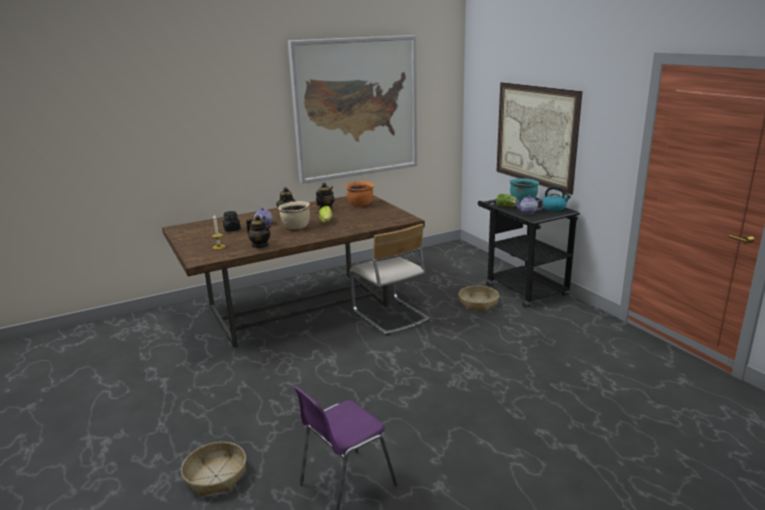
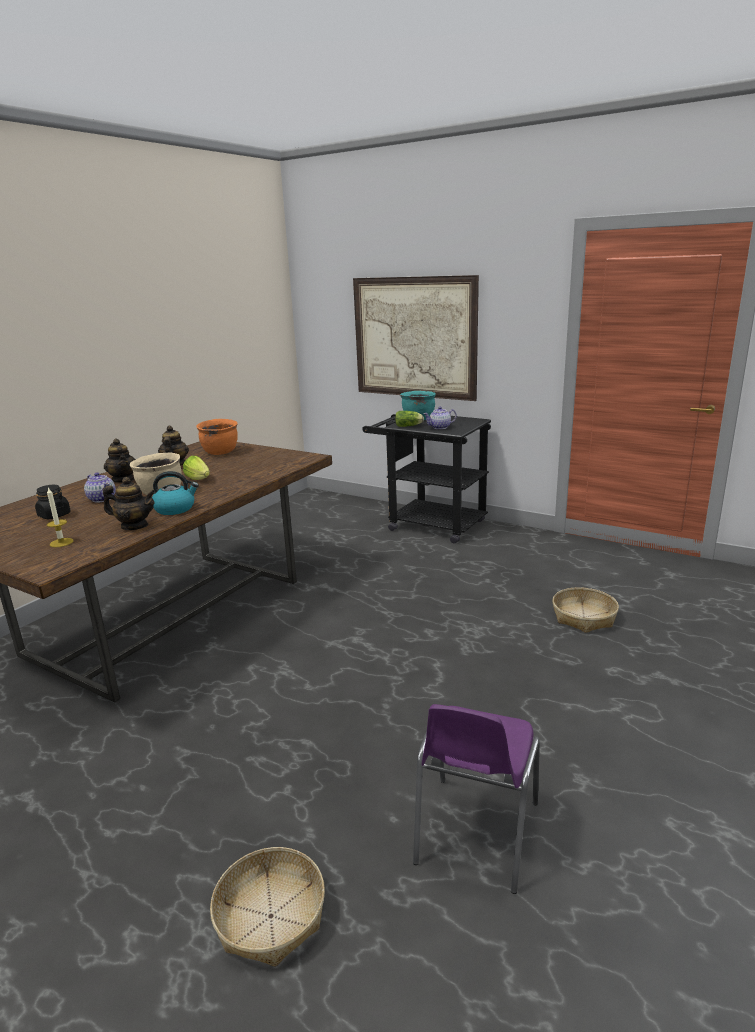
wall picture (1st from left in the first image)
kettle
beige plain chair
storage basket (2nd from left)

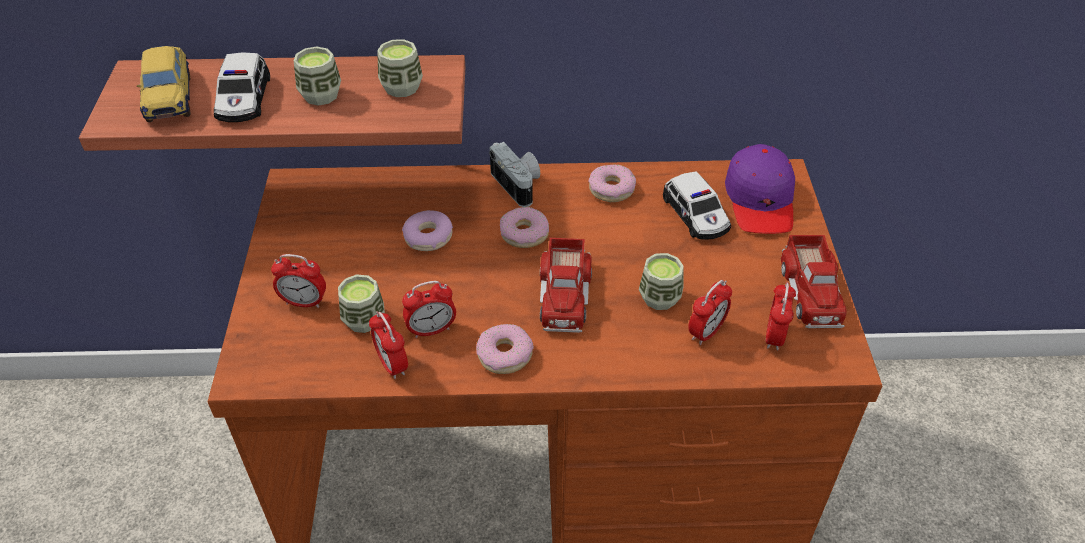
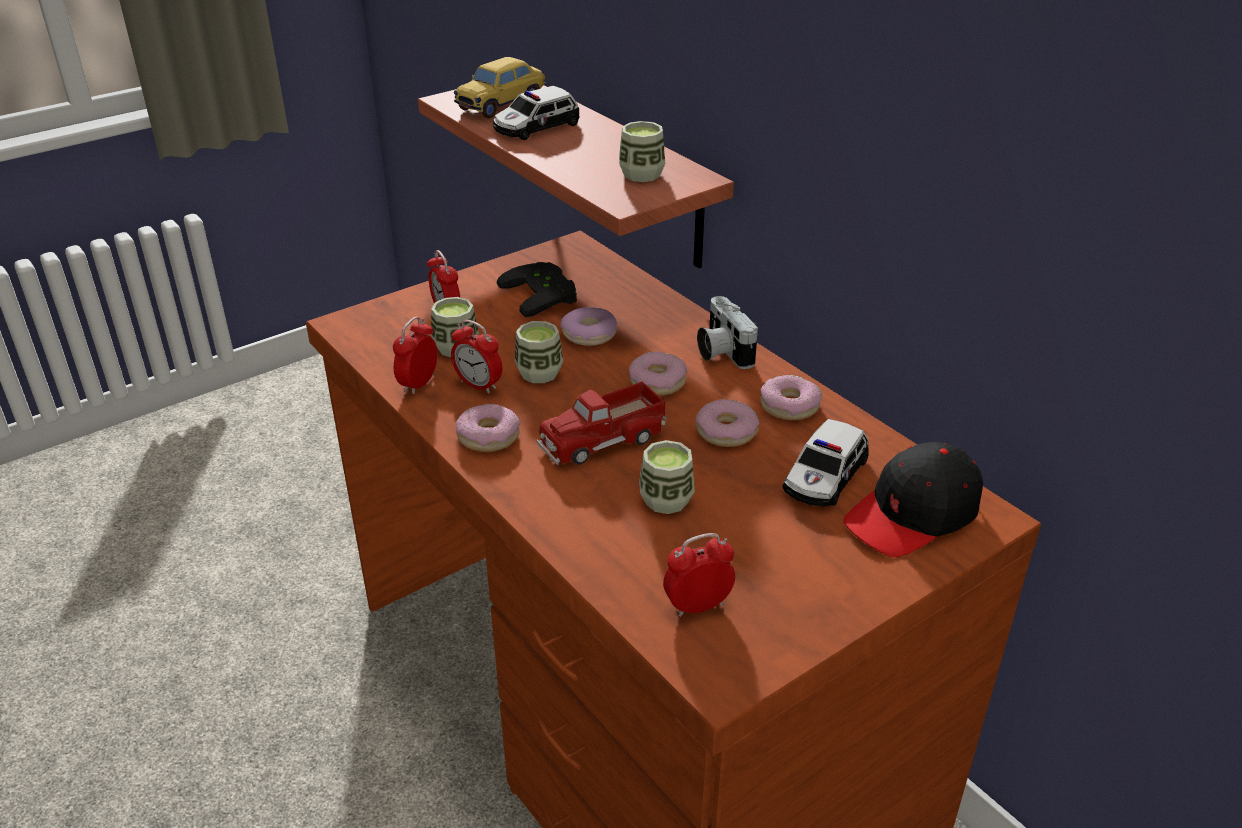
small cup (2nd from left)
still camera
blackish cap
model truck (2nd from left in the first image)
table clock (4th from left in the first image)
blackish game controller
donut (4th from left)

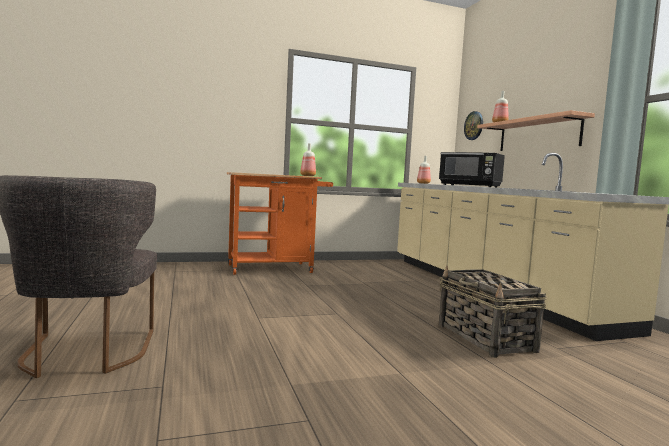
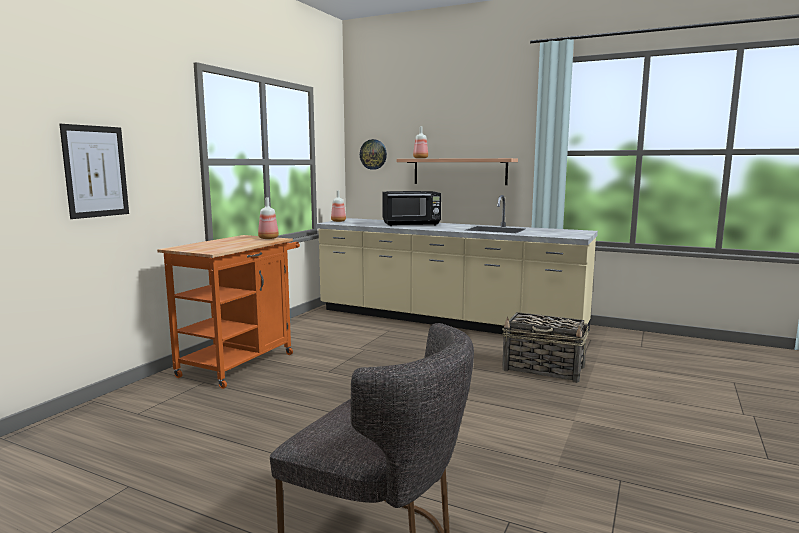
wall picture

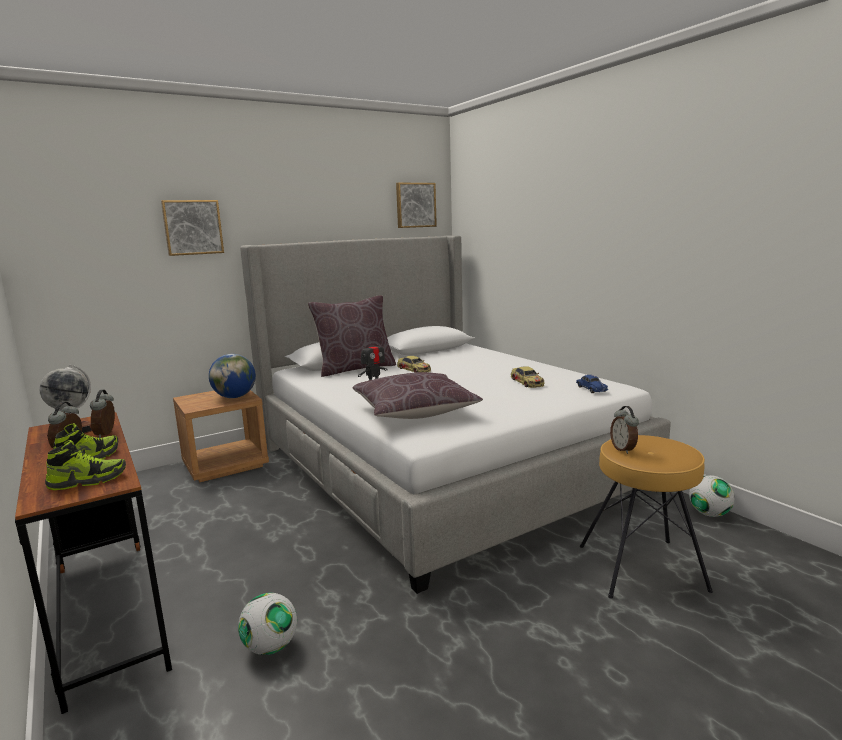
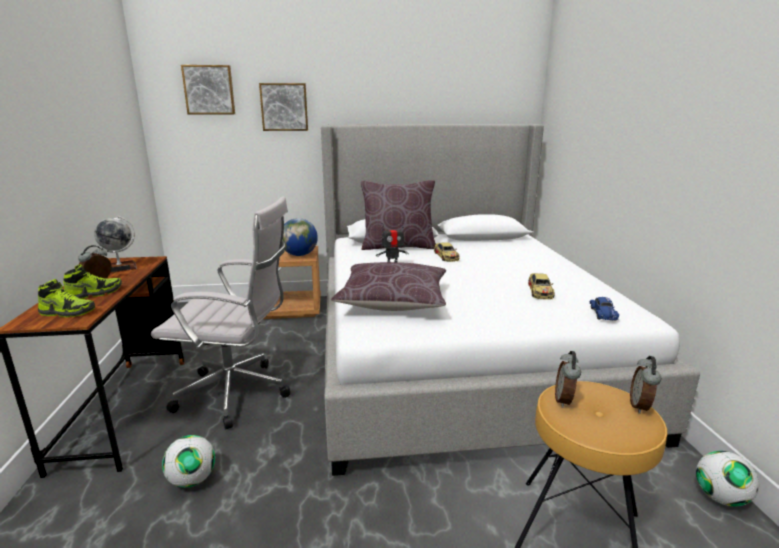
wall picture (1st from left)
table clock (3rd from left)
whitish desk chair

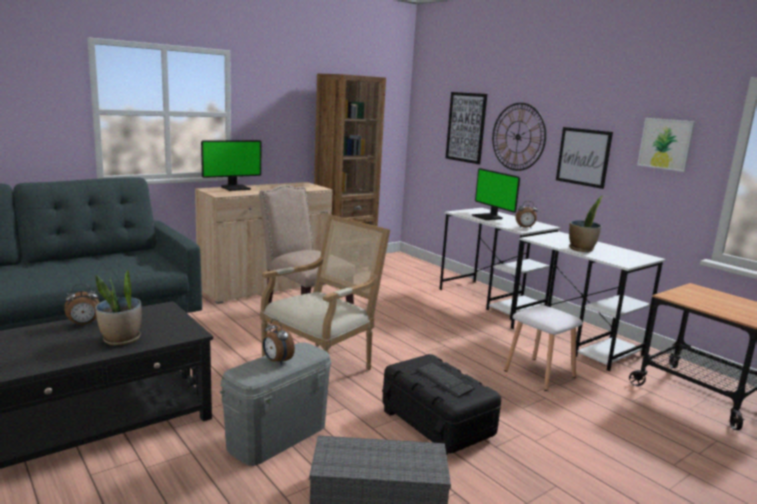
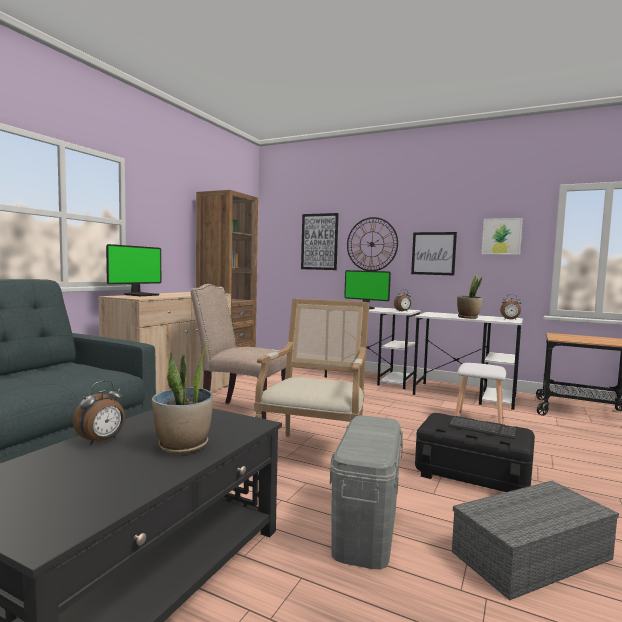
table clock (3rd from left)

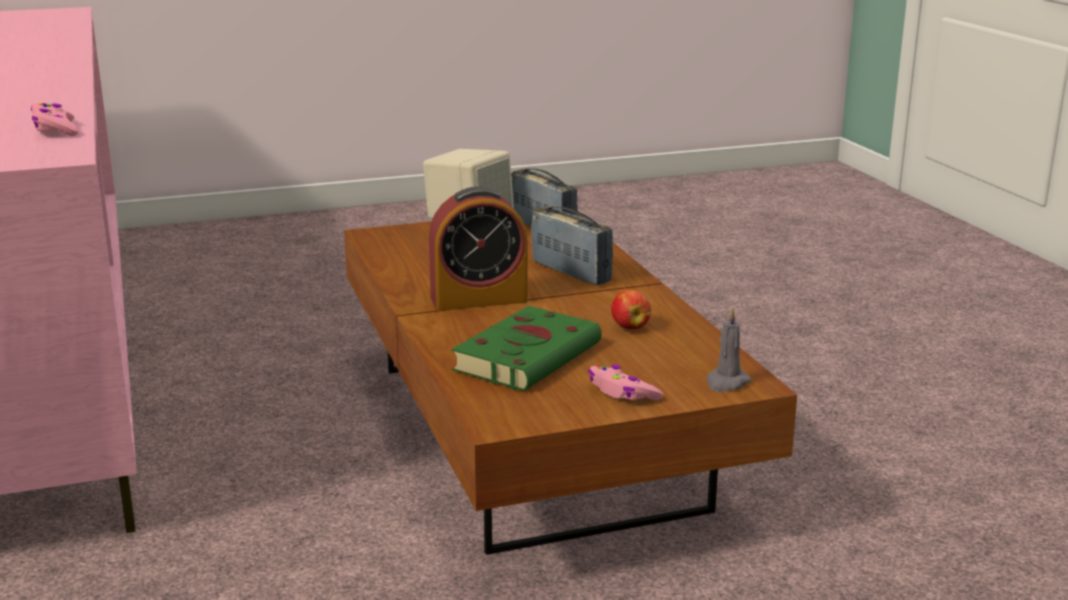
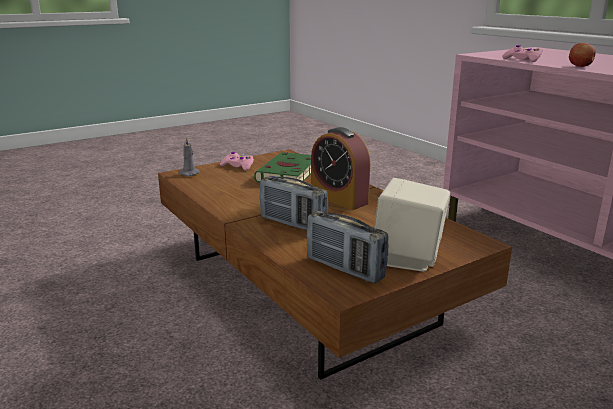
table clock
apple fruit

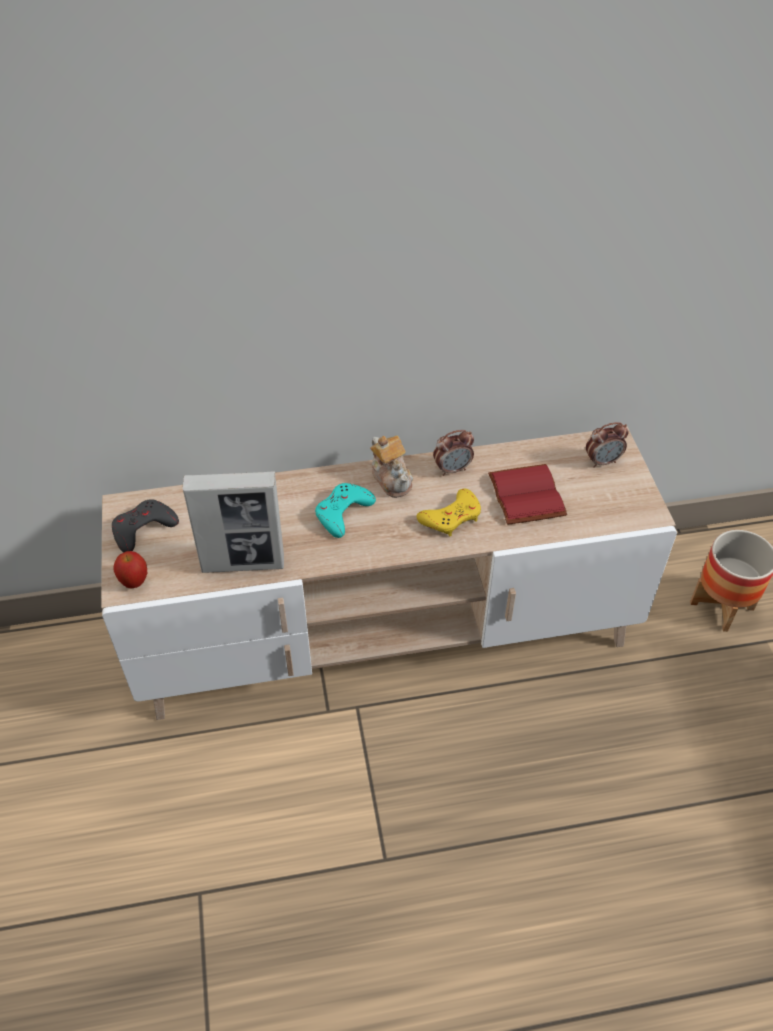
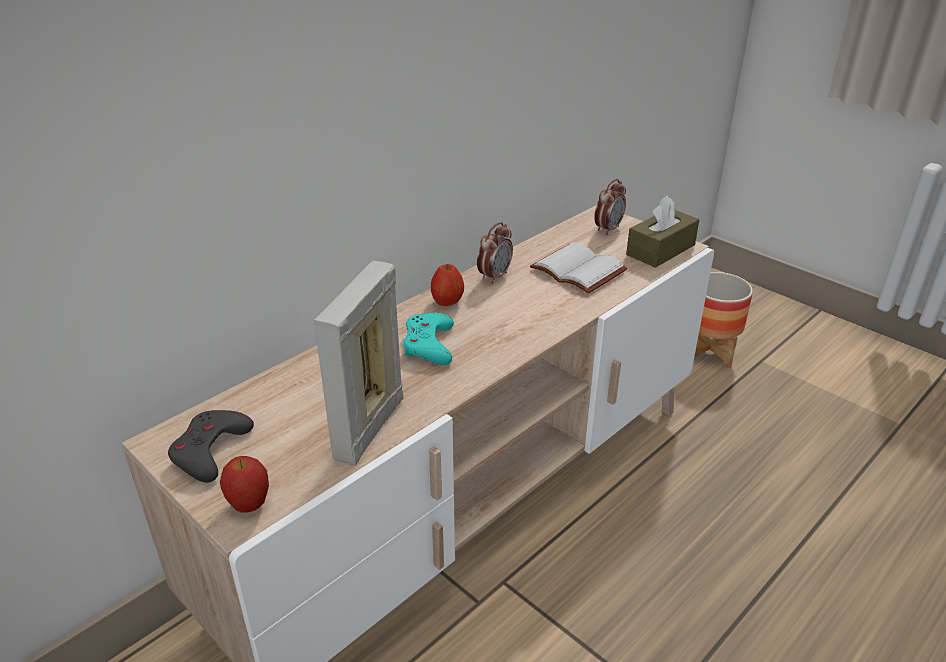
apple fruit (2nd from left)
whitish volume
picture frame
yellow-coloured game controller
brownish box of tissues

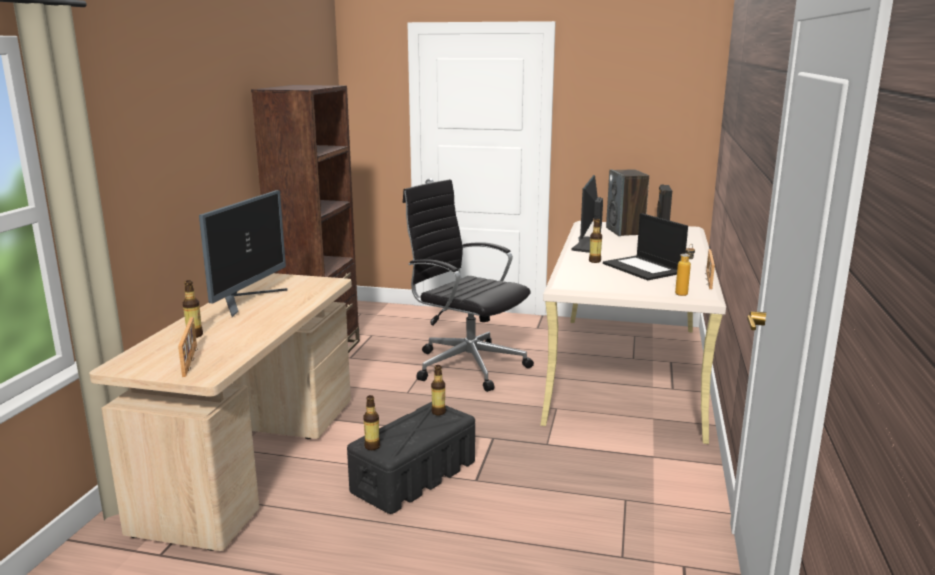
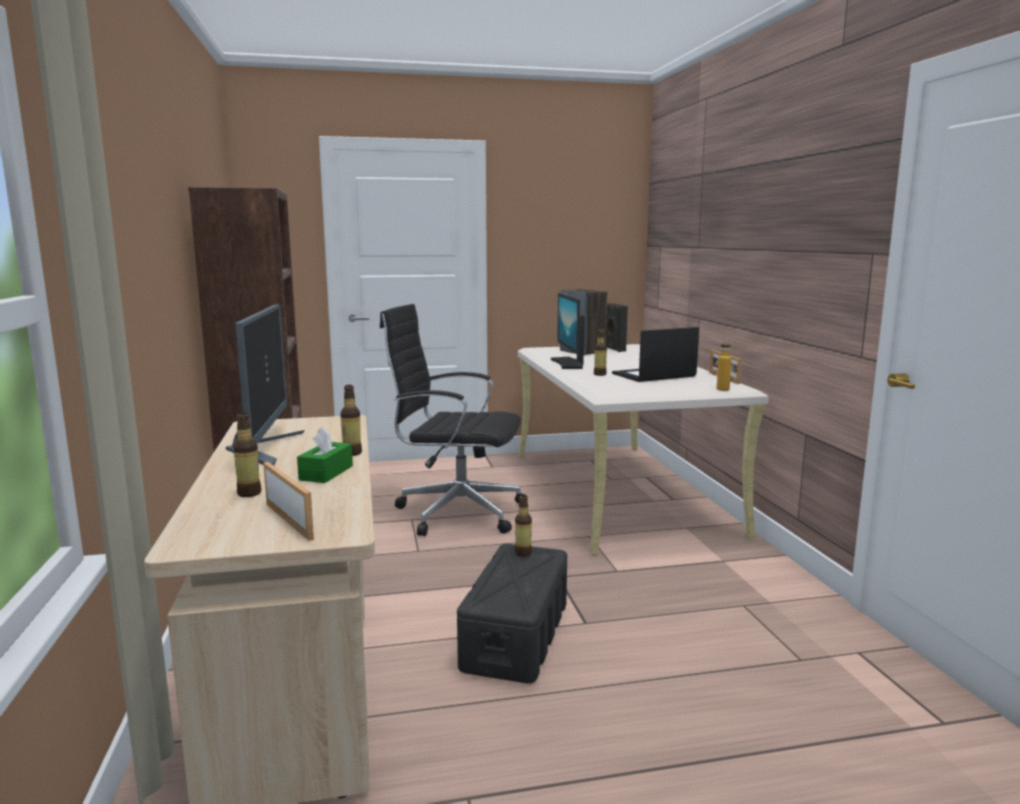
notebook computer
bottle (2nd from left)
greenish box of tissues

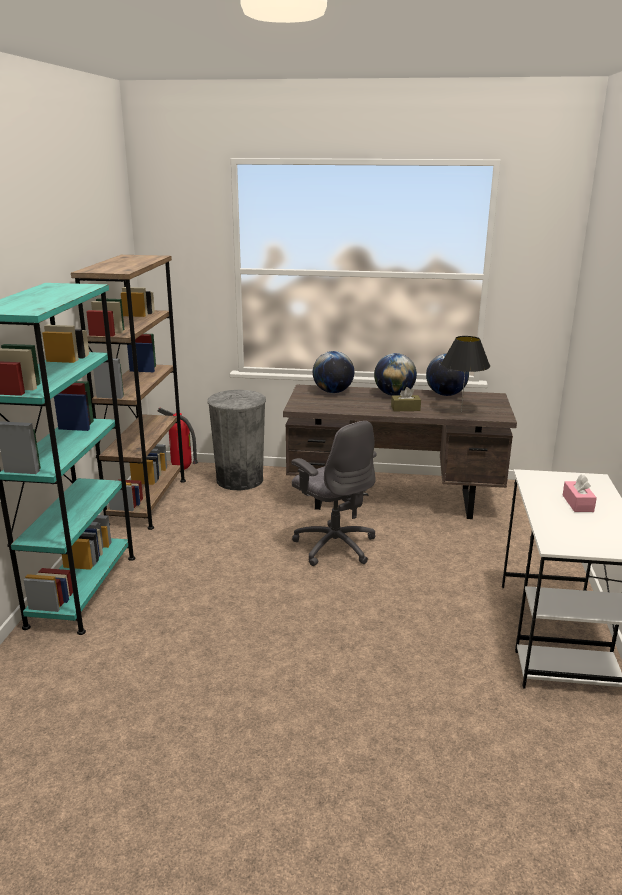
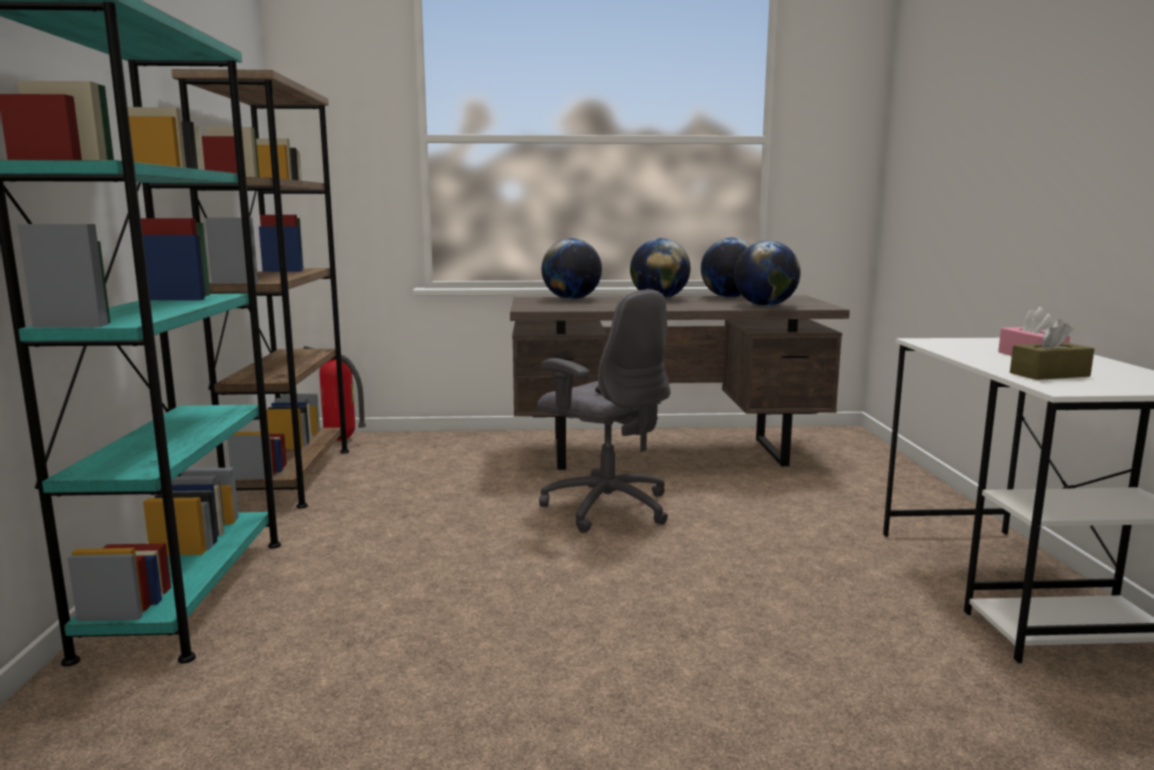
world globe (4th from left)
brownish box of tissues
gray waste bin

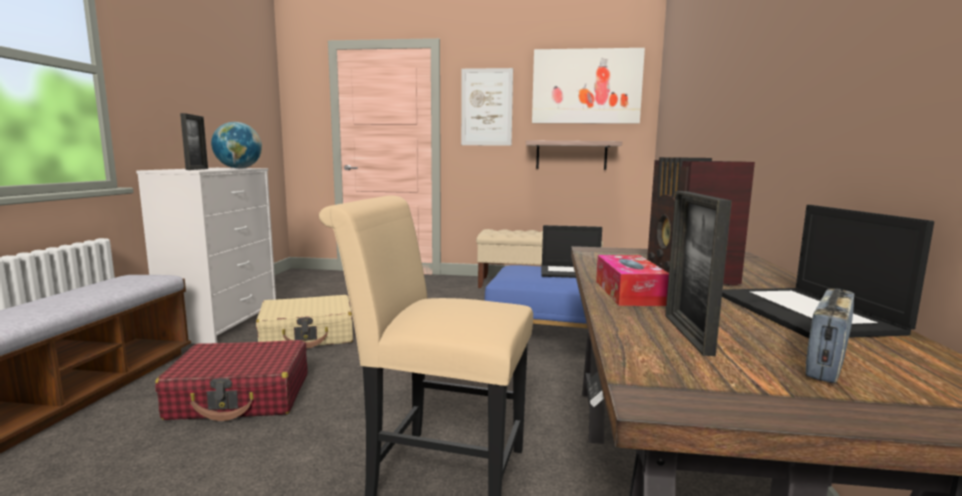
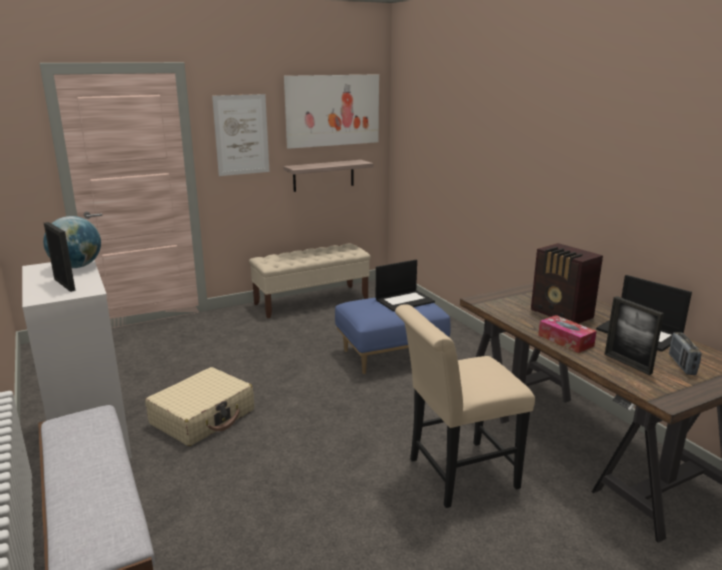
red-coloured piece of luggage

